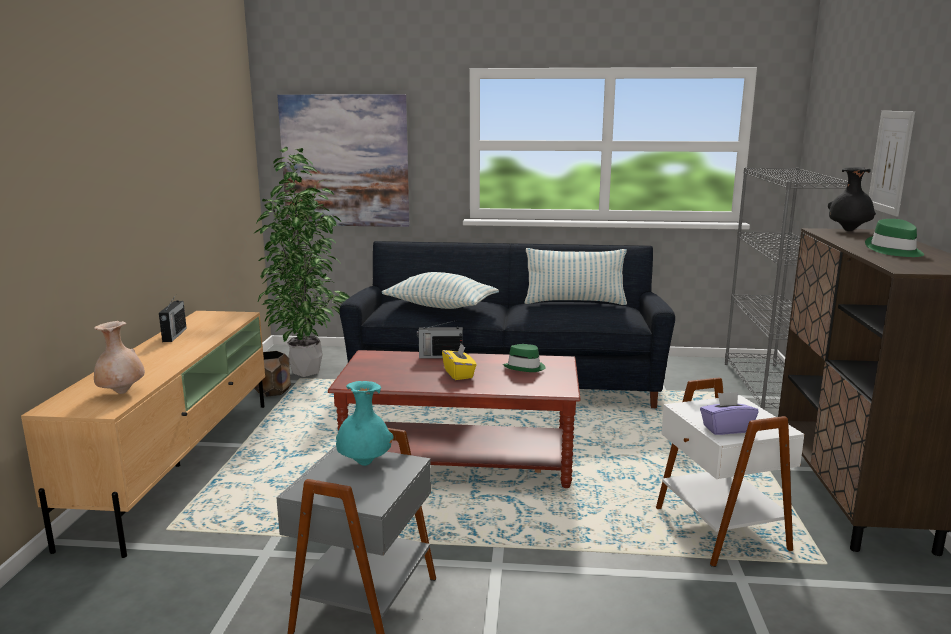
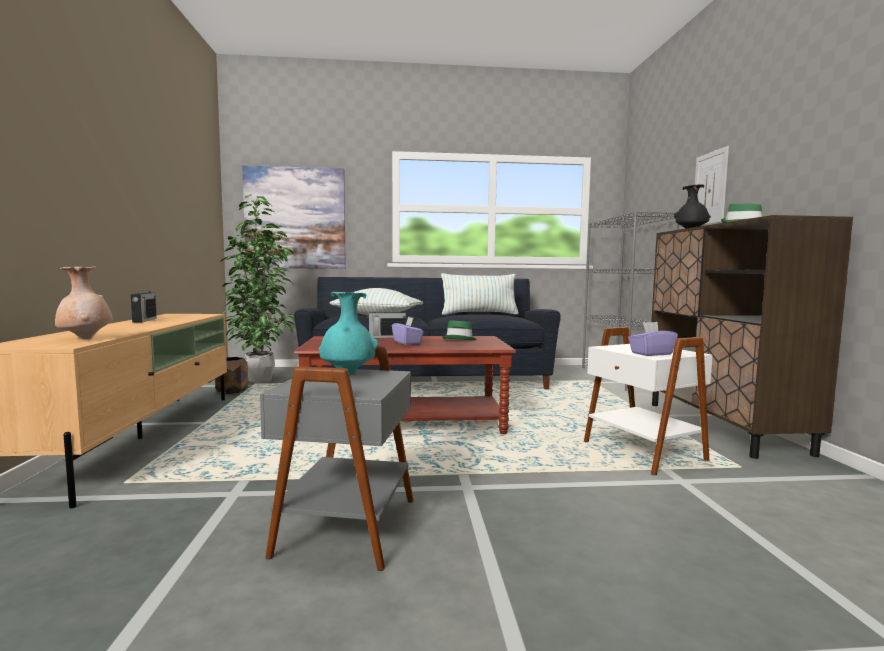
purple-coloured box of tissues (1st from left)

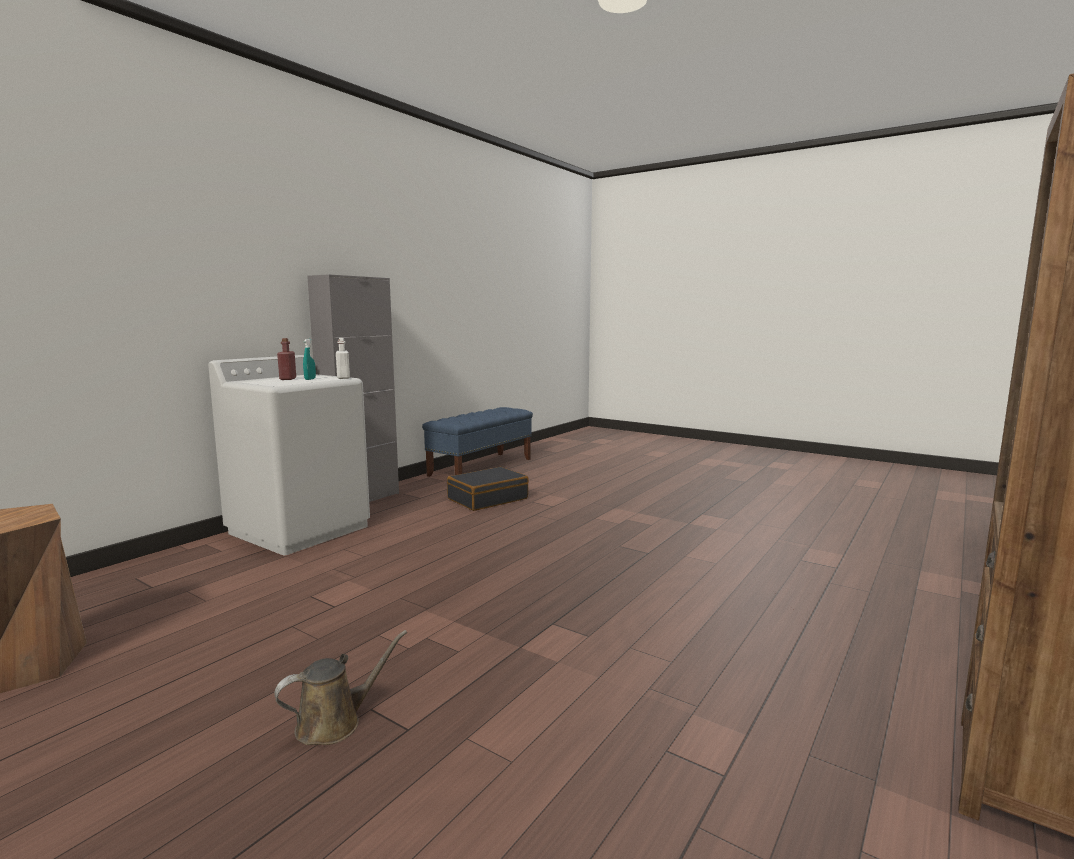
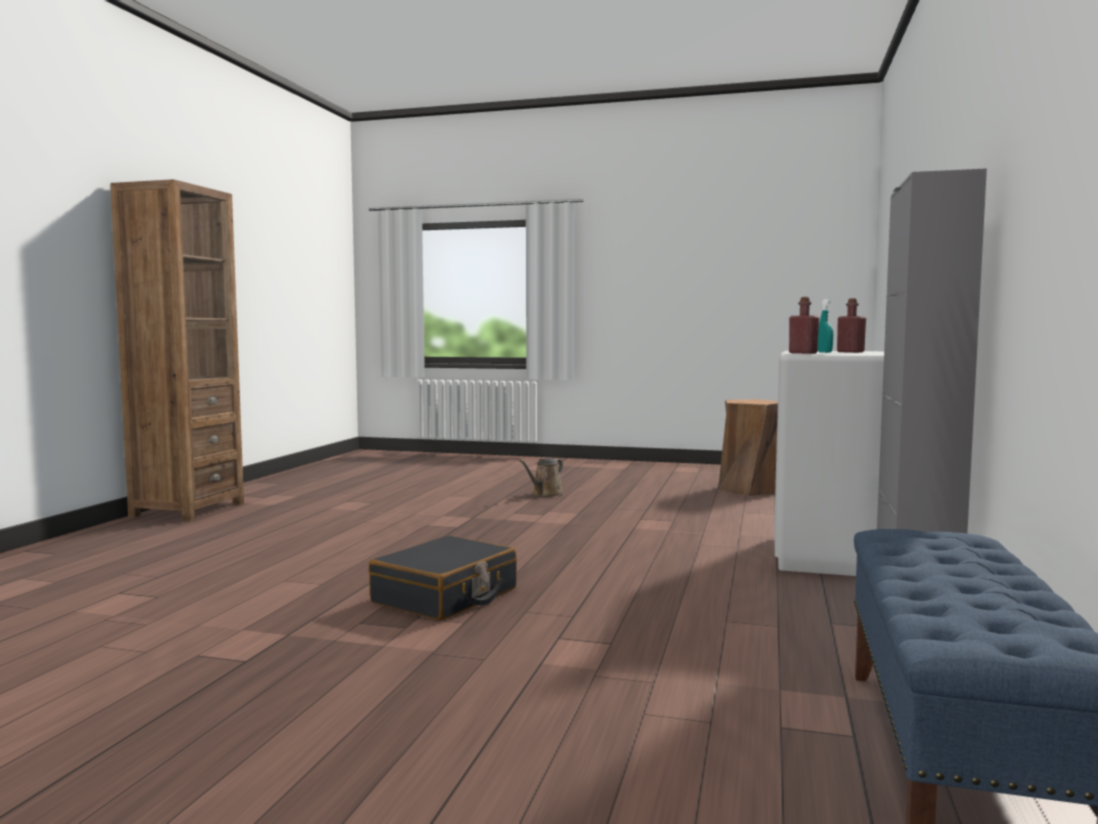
red-coloured bottle (1st from left)
blackish piece of luggage

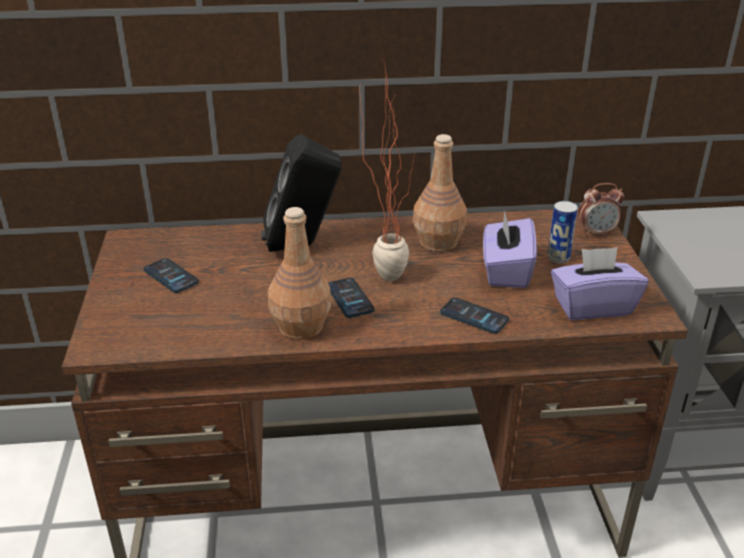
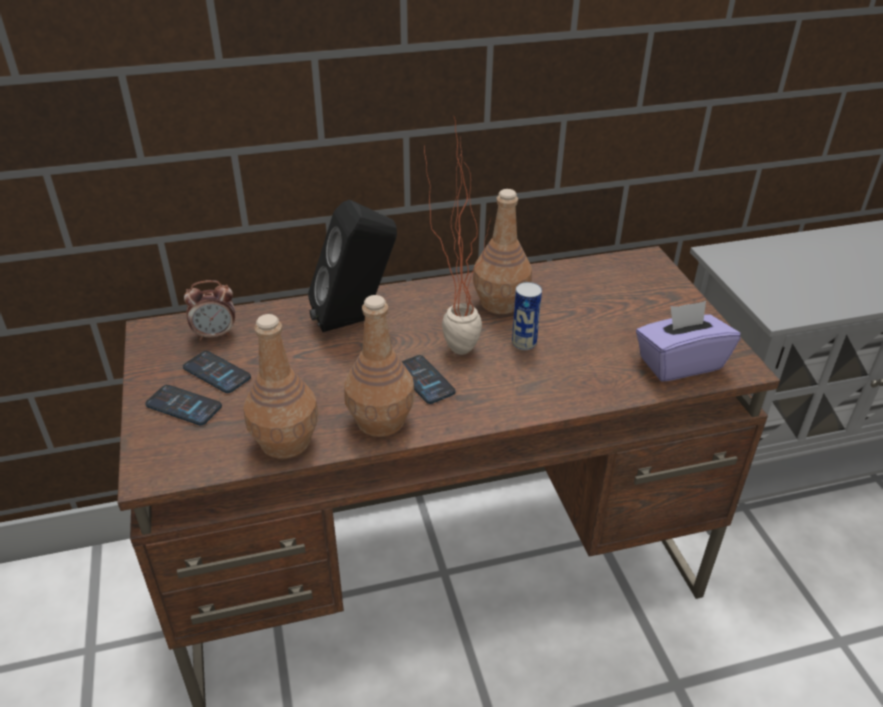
table clock
can
purple-coloured box of tissues (1st from left in the first image)
handset (1st from left)
brownish bottle (1st from left)

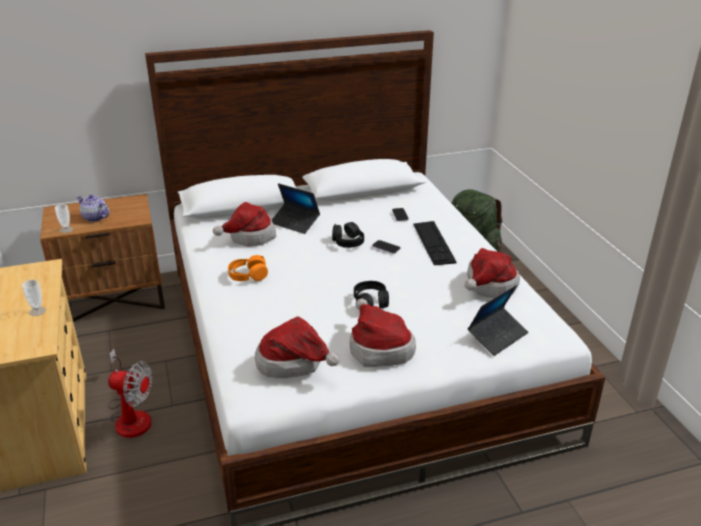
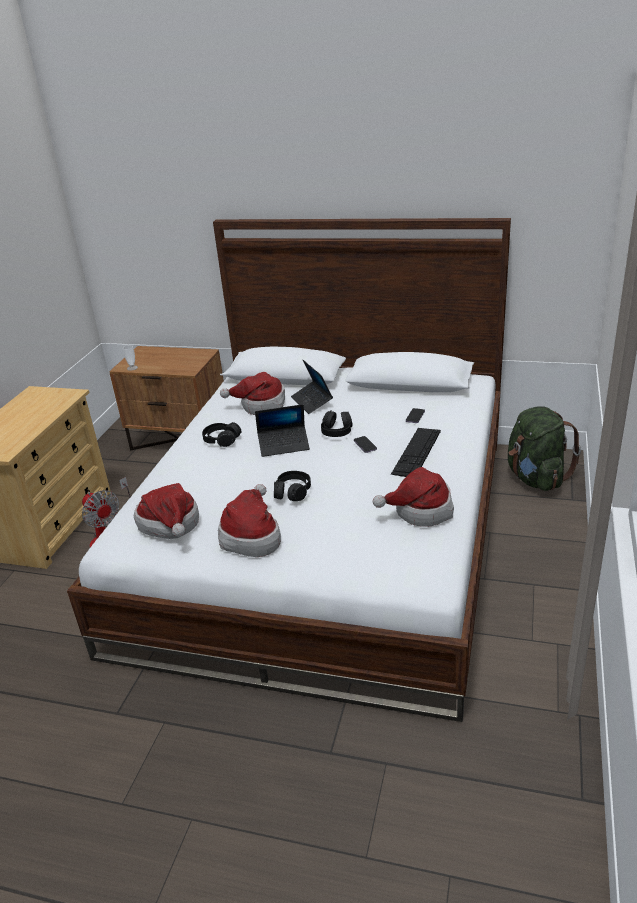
tea pot
blackish headset (1st from left)
small cup (1st from left in the first image)
notebook computer (1st from left)

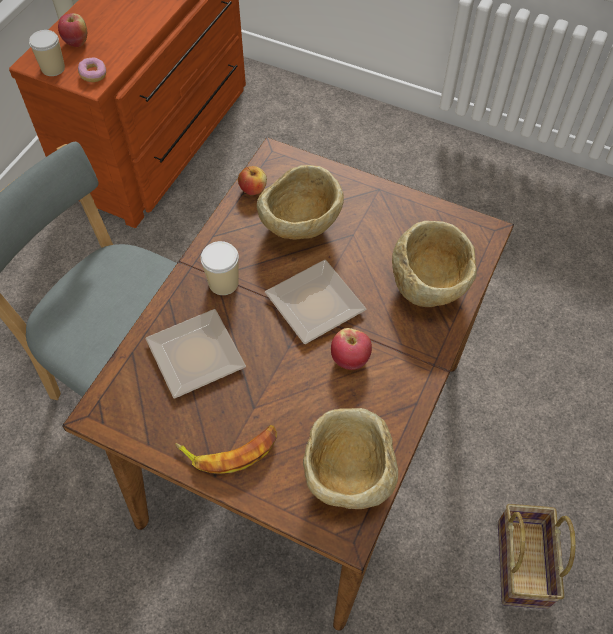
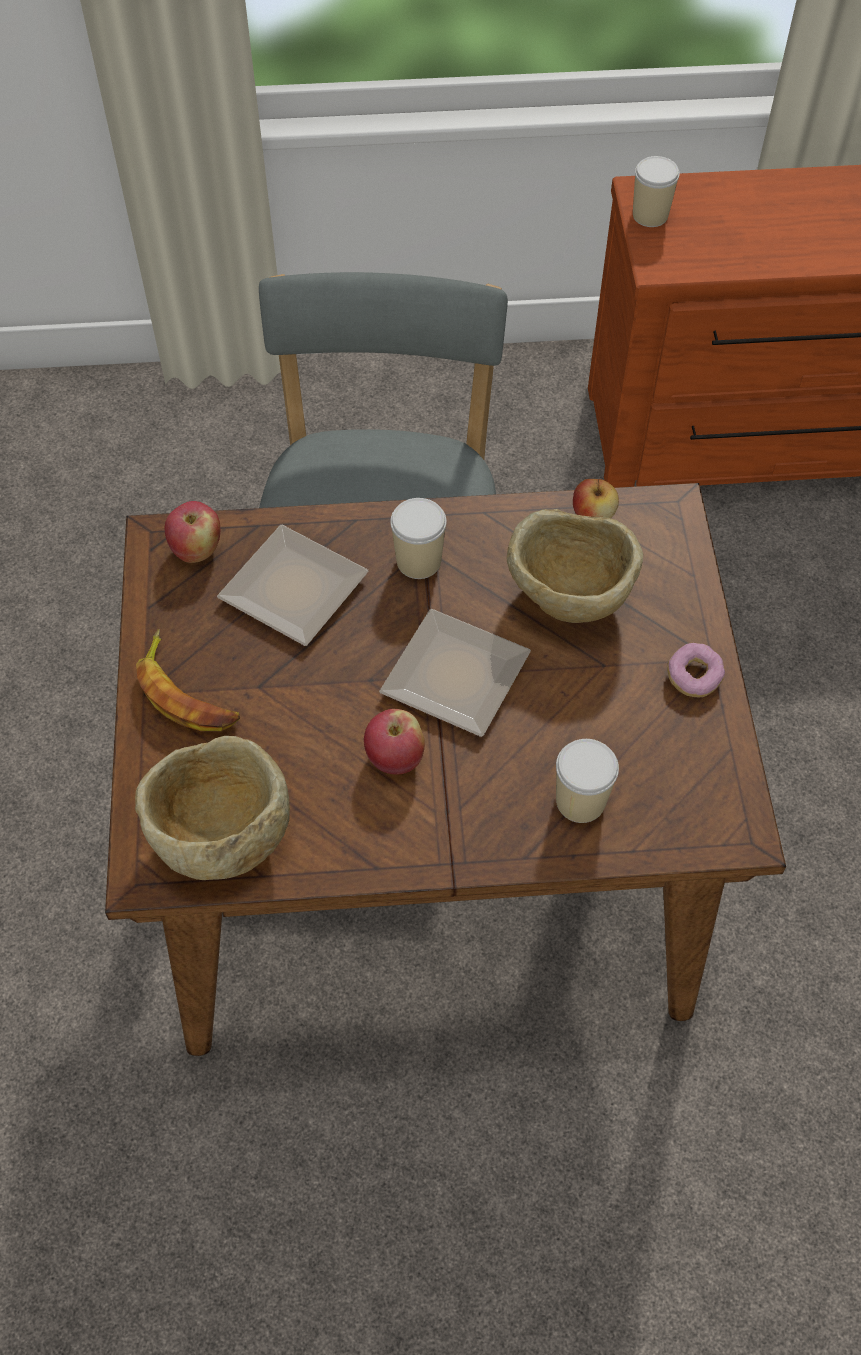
apple fruit (1st from left)
donut
small cup (2nd from left)
storage basket

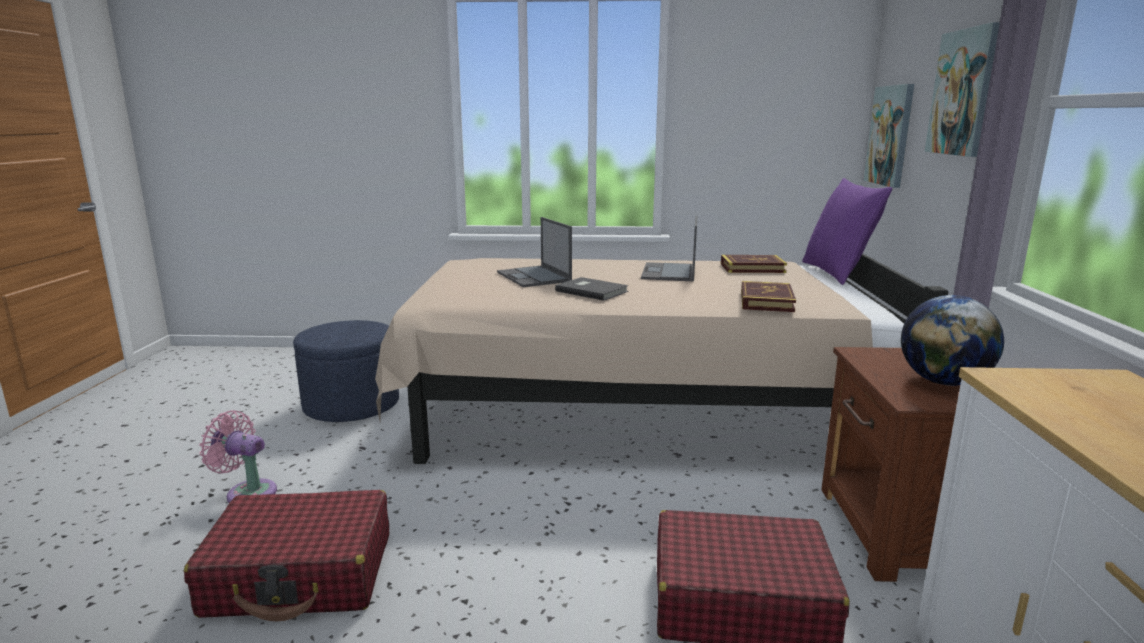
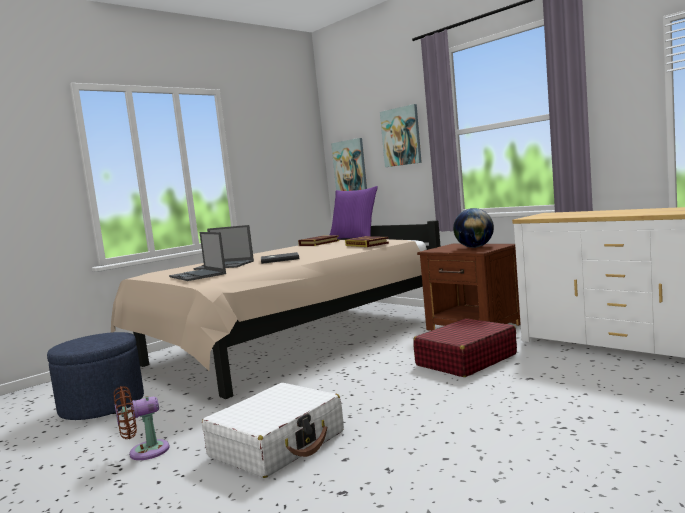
notebook computer (1st from left)
brownish cooling fan
whitish piece of luggage

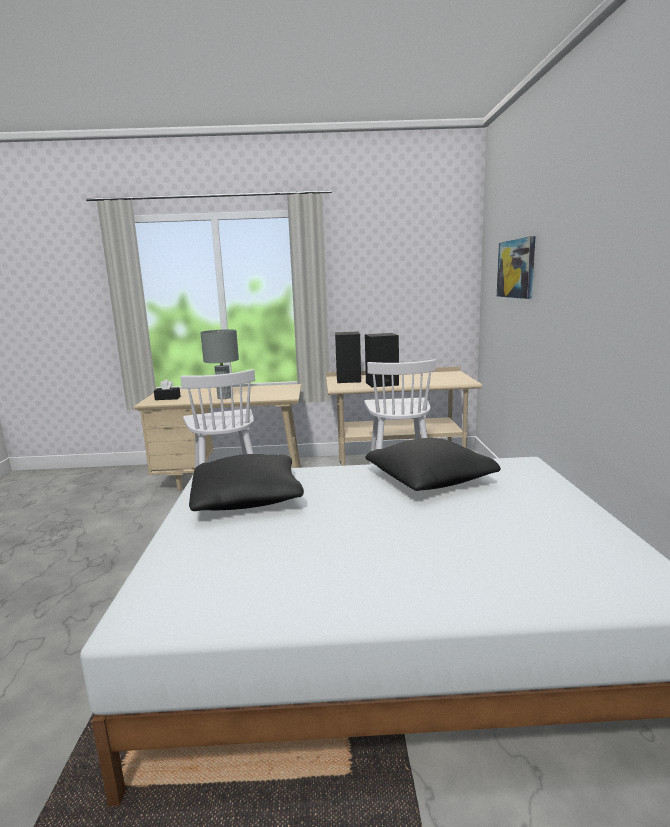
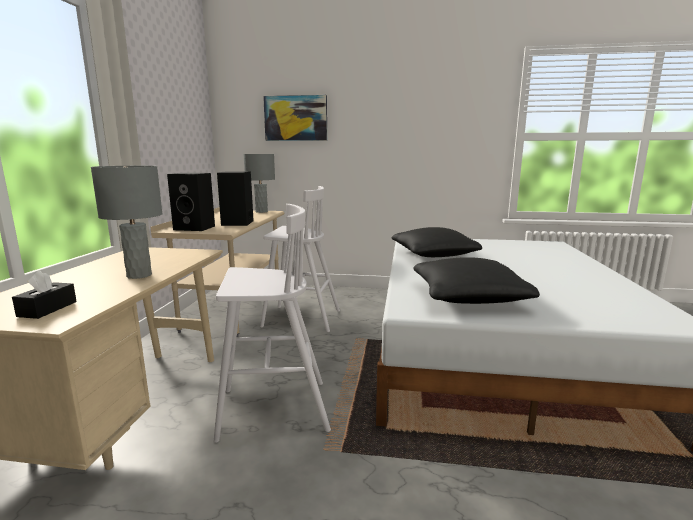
gray table lamp (2nd from left)

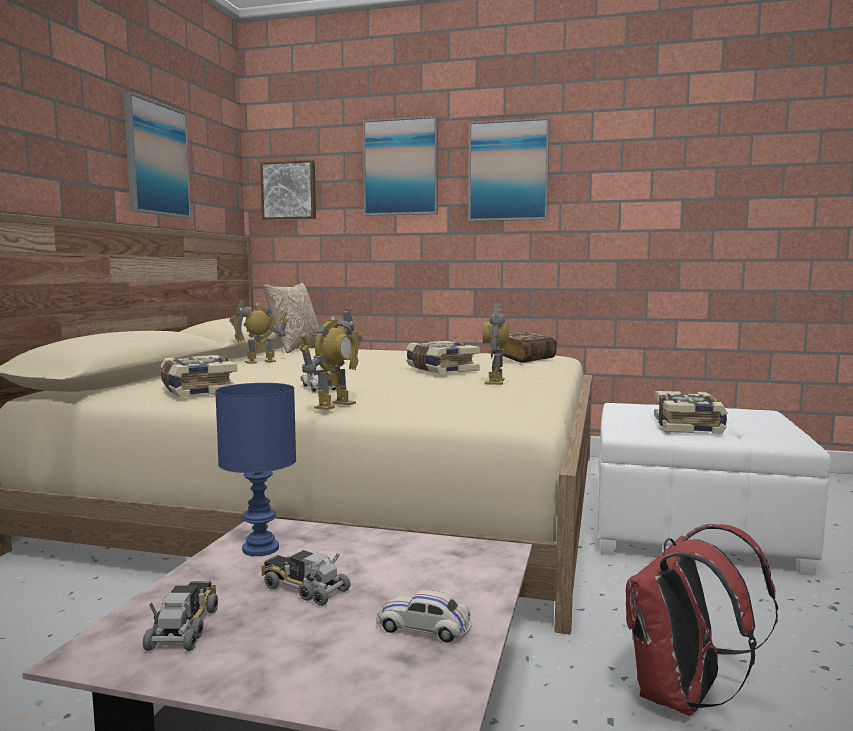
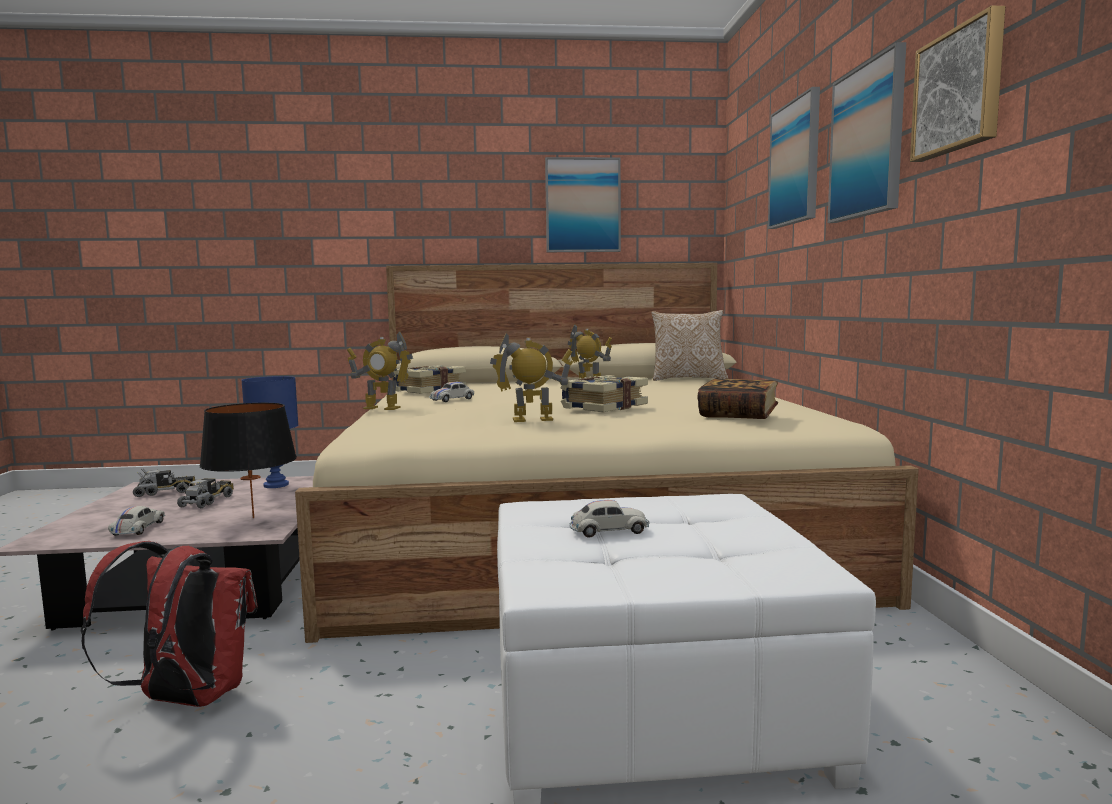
wall picture (4th from left)
whitish miniature car (3rd from left)
blackish table lamp

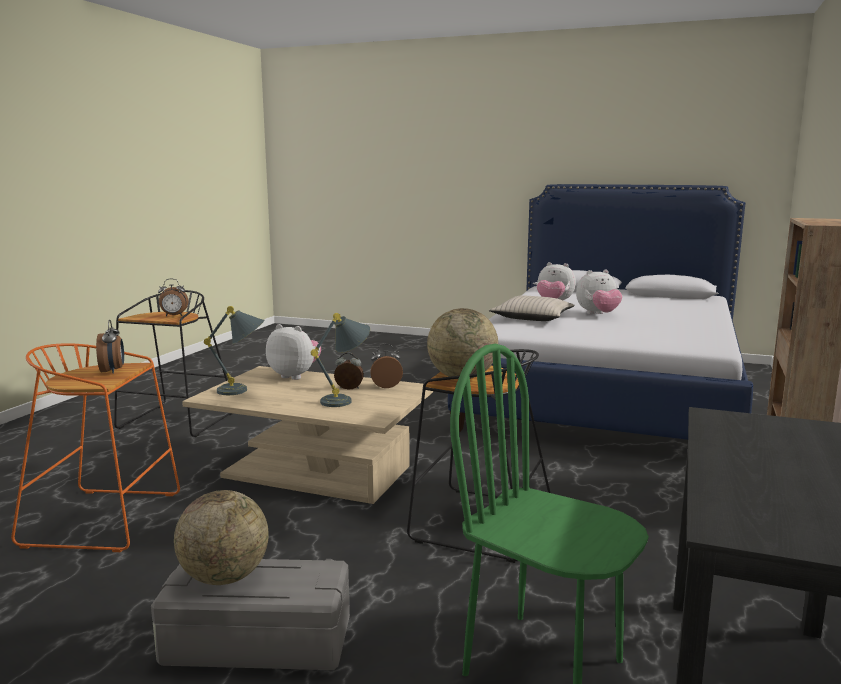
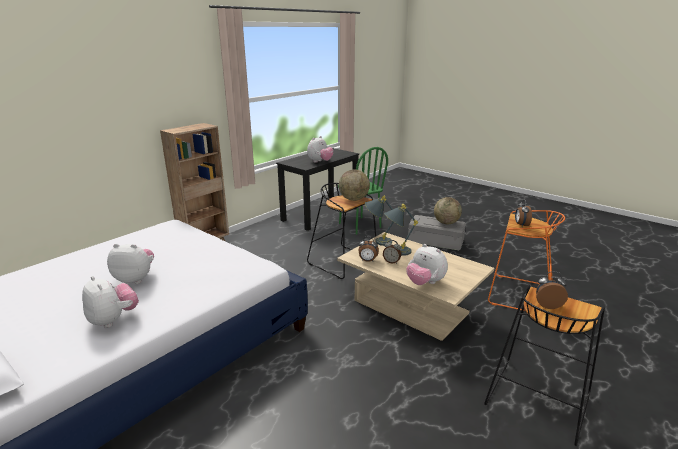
beige throw pillow
gray table lamp (1st from left)
soft toy (3rd from left)

